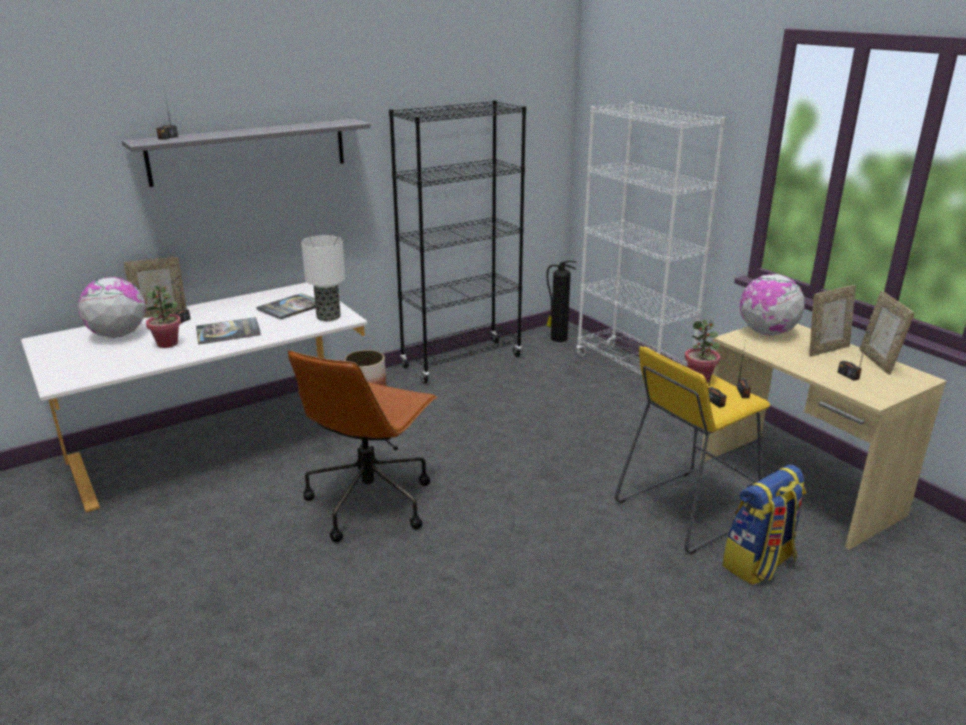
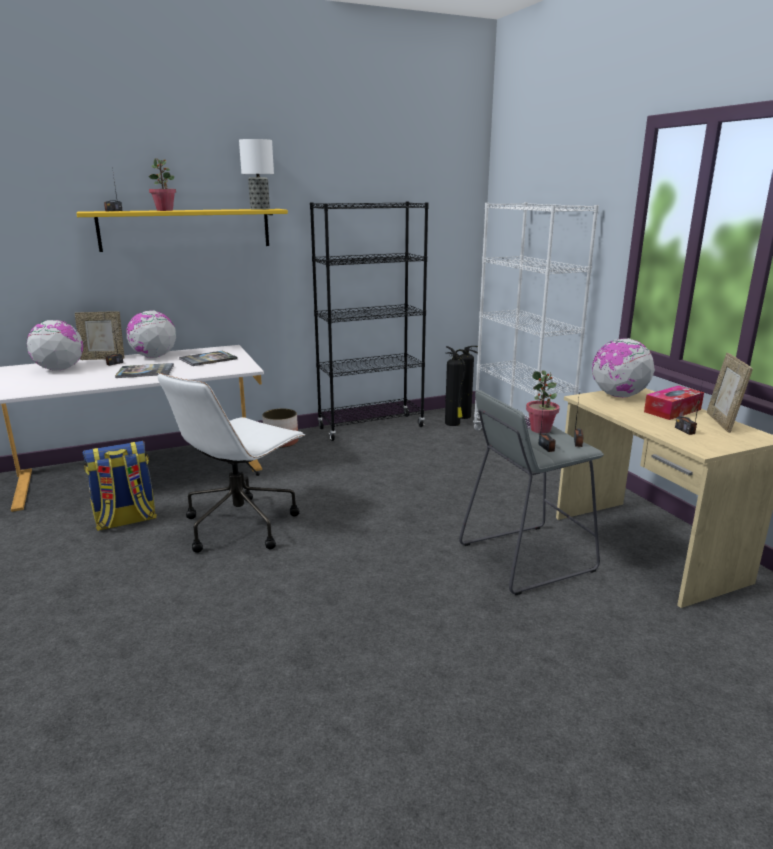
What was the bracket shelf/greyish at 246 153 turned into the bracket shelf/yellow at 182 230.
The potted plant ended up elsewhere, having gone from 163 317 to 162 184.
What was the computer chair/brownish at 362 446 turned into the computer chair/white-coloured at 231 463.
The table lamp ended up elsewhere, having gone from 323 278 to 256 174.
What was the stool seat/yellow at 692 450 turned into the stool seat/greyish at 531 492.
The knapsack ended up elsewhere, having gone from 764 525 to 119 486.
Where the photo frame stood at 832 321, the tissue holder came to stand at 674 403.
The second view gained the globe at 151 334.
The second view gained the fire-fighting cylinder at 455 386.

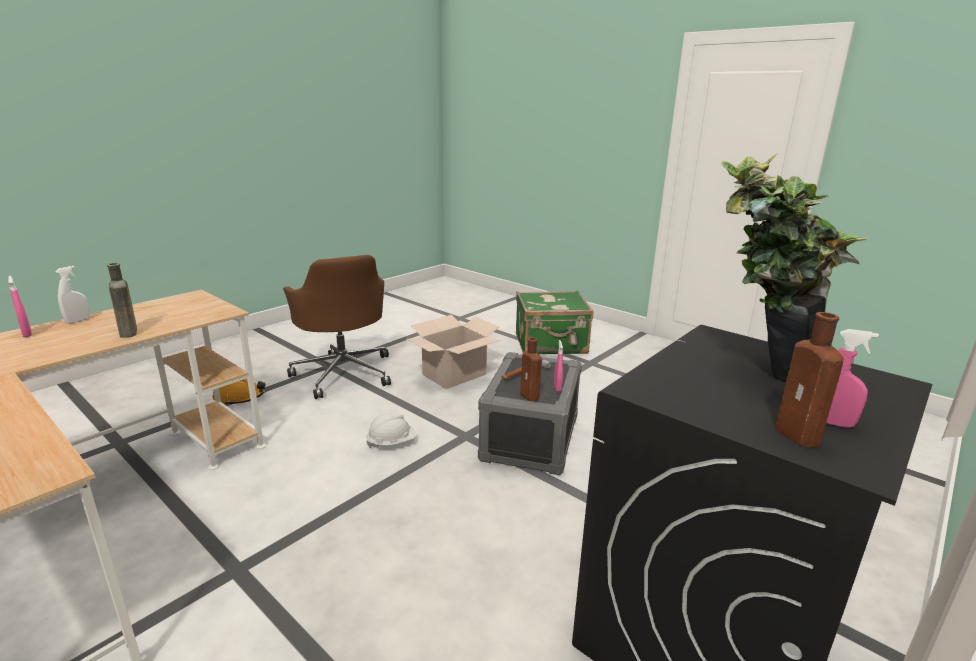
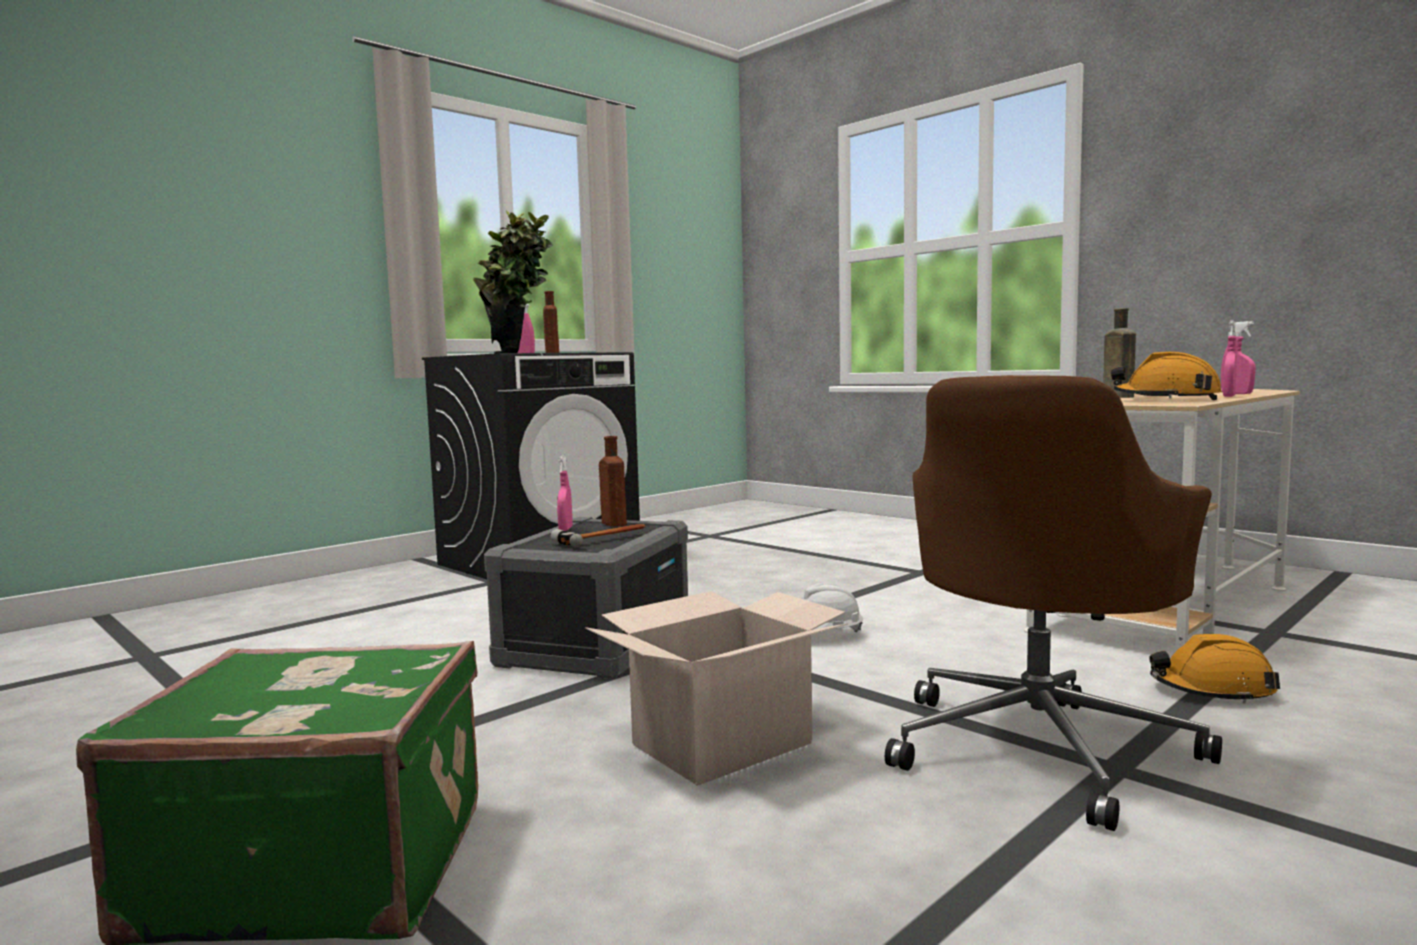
What was the hand sprayer/white-coloured at 72 295 turned into the hand sprayer/pink at 1230 358.
The computer chair/brownish at 337 327 ended up facing another way, 120 degrees counterclockwise from before.
The second view gained the work helmet/orangey at 1166 376.

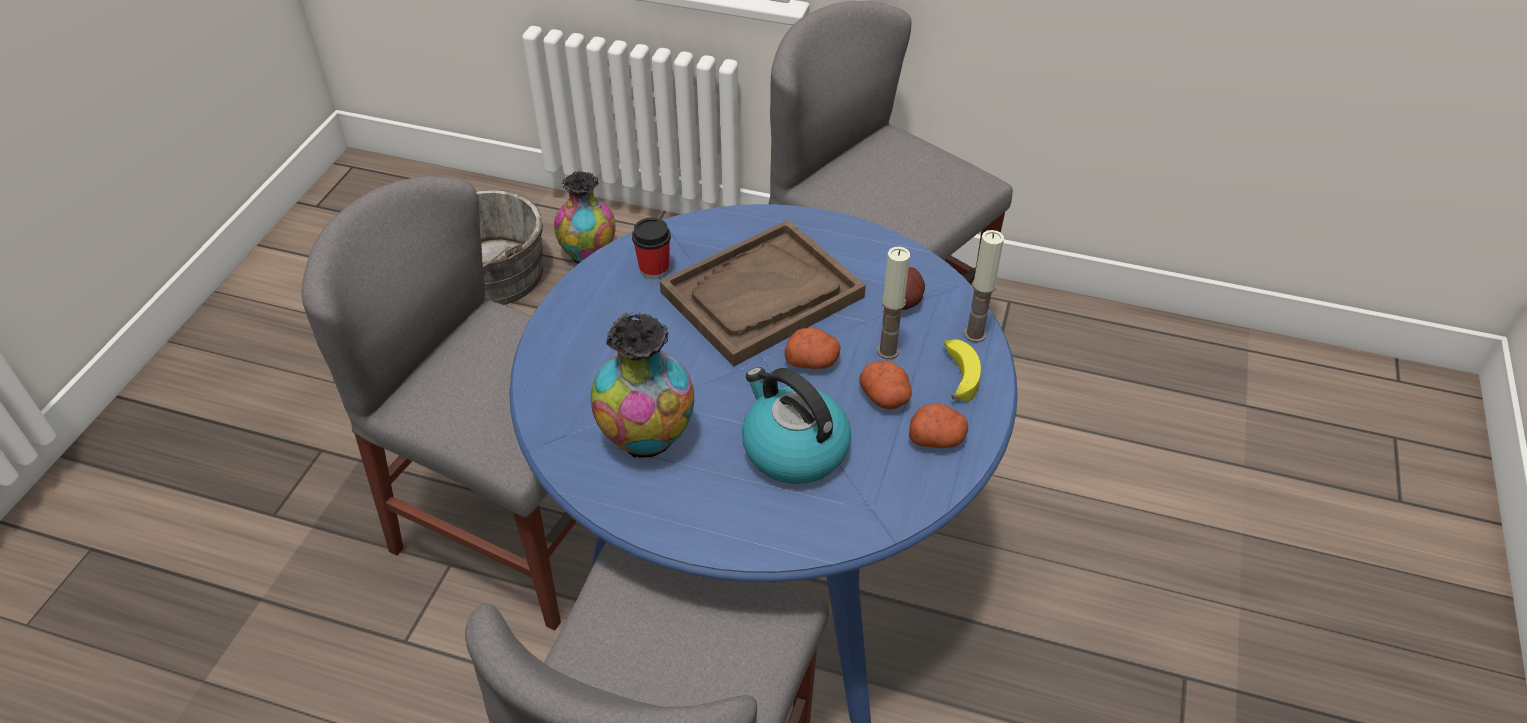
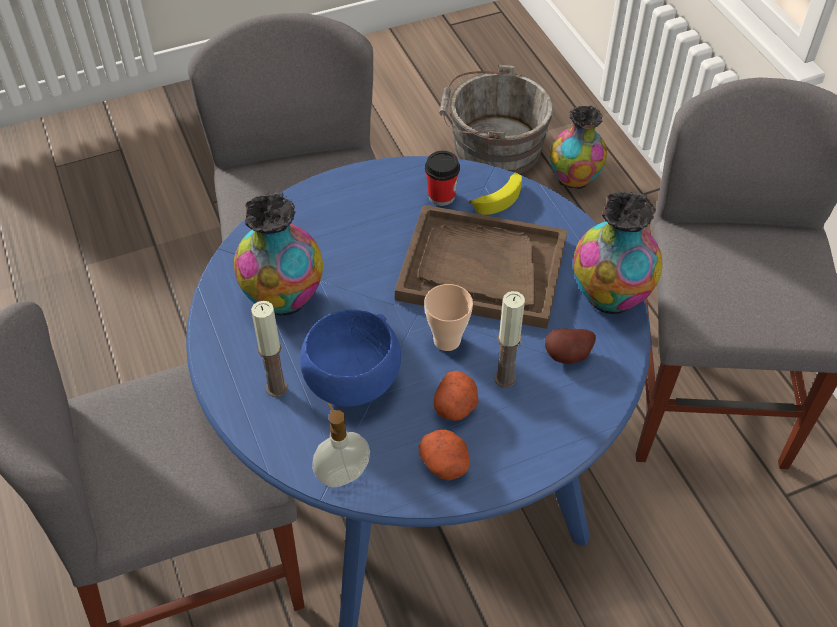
Where the water kettle stood at 796 425, the deep dish/blue came to stand at 350 358.
Where the spud stood at 812 348, the cup came to stand at 448 317.
The whole banana ended up elsewhere, having gone from 962 370 to 495 193.
The wax candle ended up elsewhere, having gone from 984 286 to 269 349.
The second view gained the soap dispenser at 341 445.
The second view gained the decorative vase at 617 253.

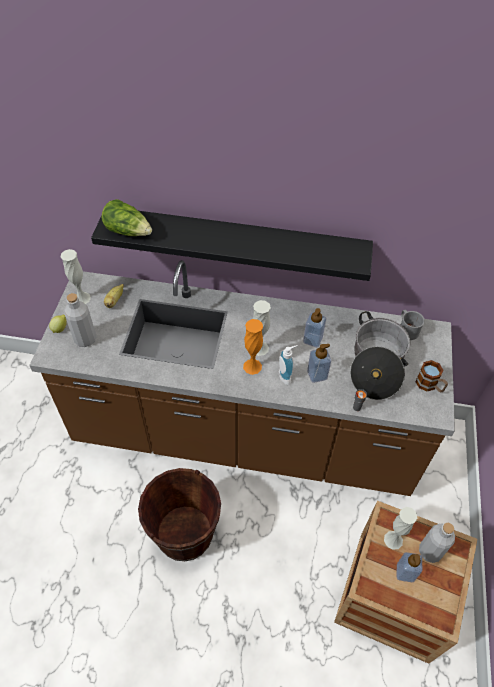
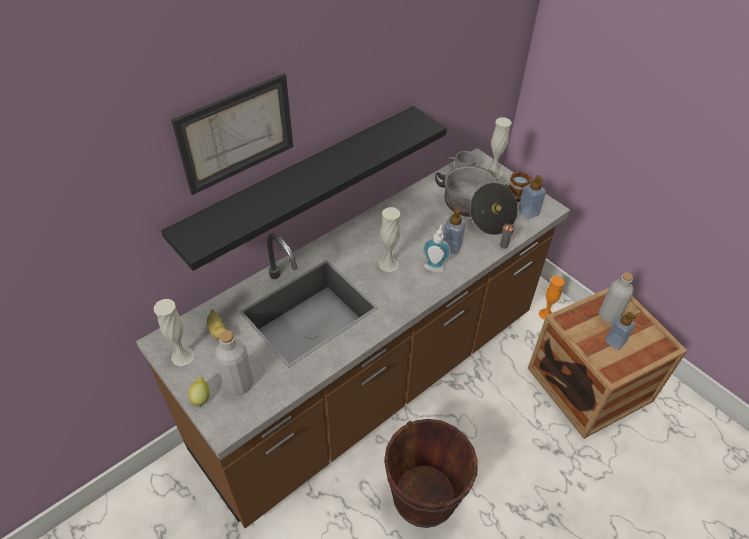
The second view lost the lettuce head at 126 217.
The decorative vase/orangey ended up elsewhere, having gone from 253 347 to 551 298.
The soap dispenser ended up elsewhere, having gone from 314 327 to 532 197.
The decorative vase/white-coloured ended up elsewhere, having gone from 400 528 to 499 147.
The second view gained the wall art at 232 134.

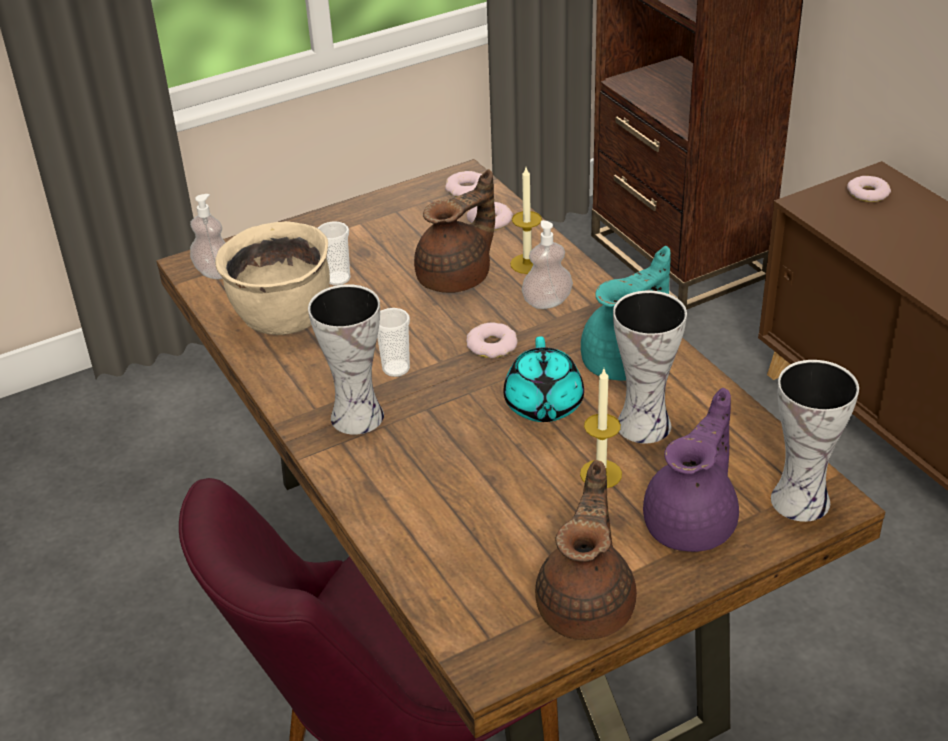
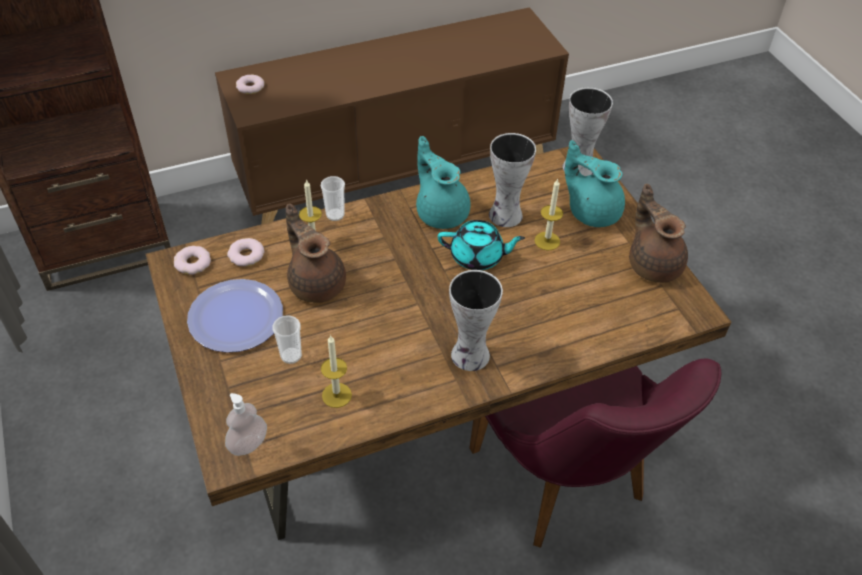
Where the stockpot/beige stood at 272 278, the wax candle came to stand at 336 371.
The cup ended up elsewhere, having gone from 393 342 to 333 198.
The second view lost the ring doughnut at 492 340.
The second view lost the soap dispenser at 547 264.
The teapot/brownish at 586 550 ended up facing another way, 45 degrees clockwise from before.
What was the teapot/purple at 691 470 turned into the teapot/turquoise-coloured at 595 183.
The second view gained the dinner plate at 235 316.

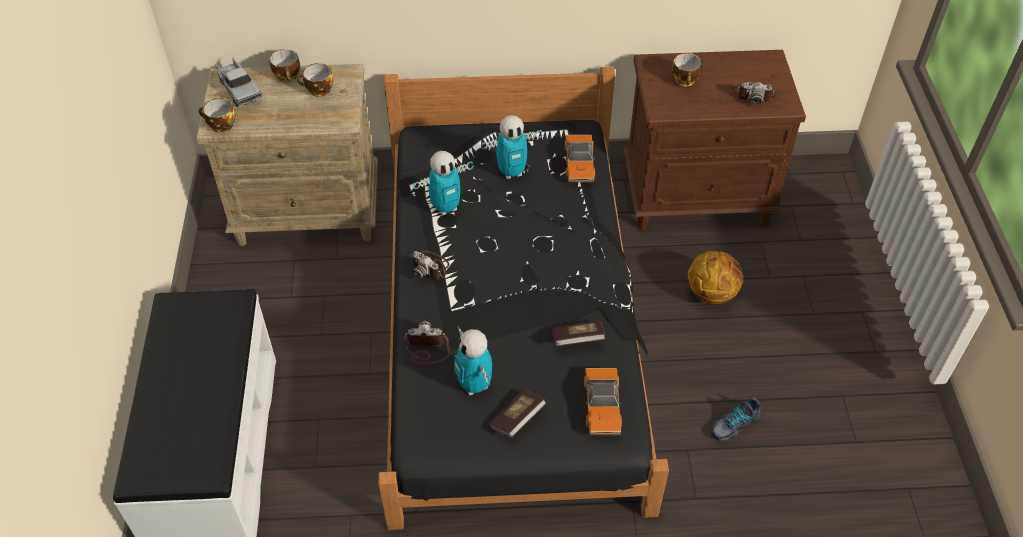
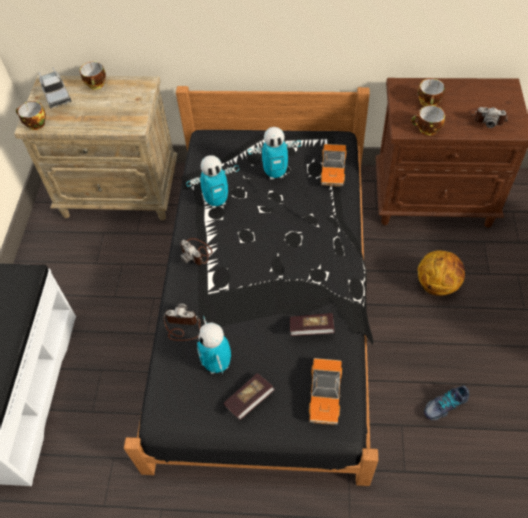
The cup ended up elsewhere, having gone from 315 80 to 428 120.

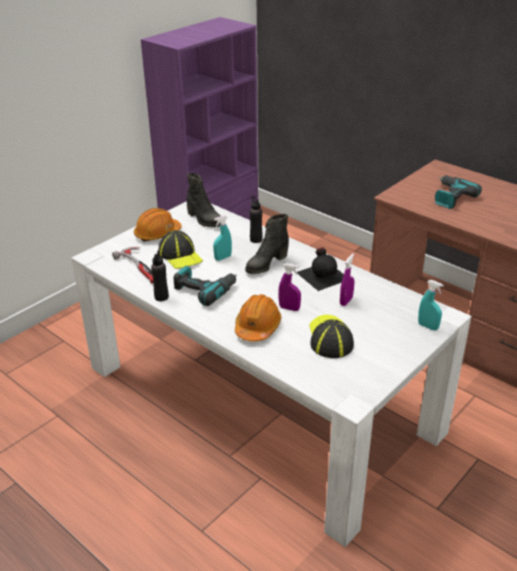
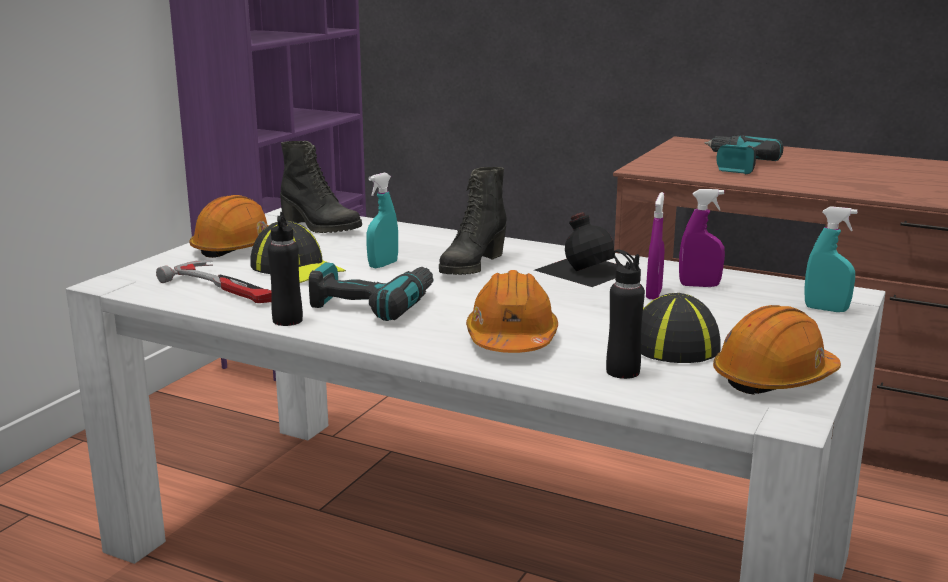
The beverage bottle/blackish ended up elsewhere, having gone from 256 219 to 625 314.
The hand sprayer/purple ended up elsewhere, having gone from 289 287 to 702 238.
The second view gained the work helmet/orangey at 777 350.

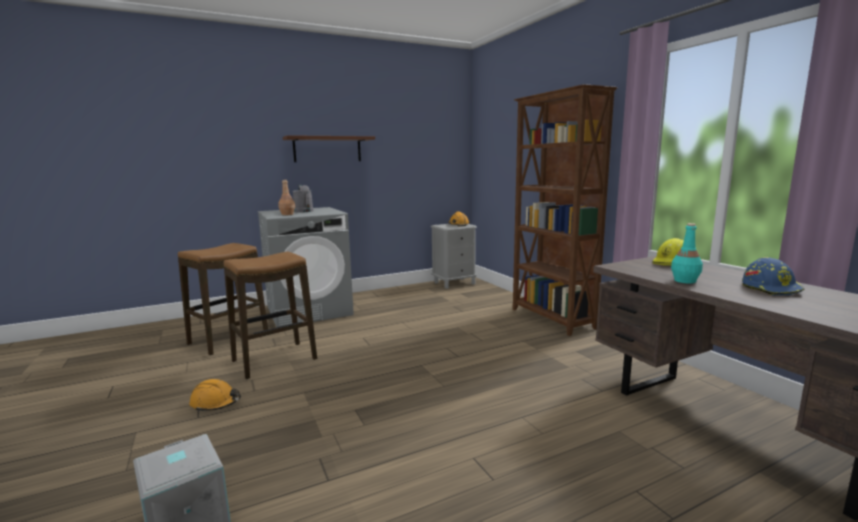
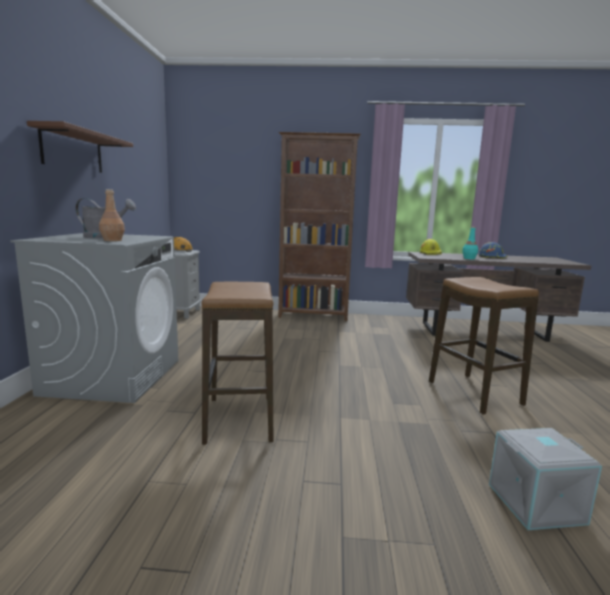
The stool seat ended up elsewhere, having gone from 223 299 to 484 346.
The second view lost the work helmet/orangey at 215 395.

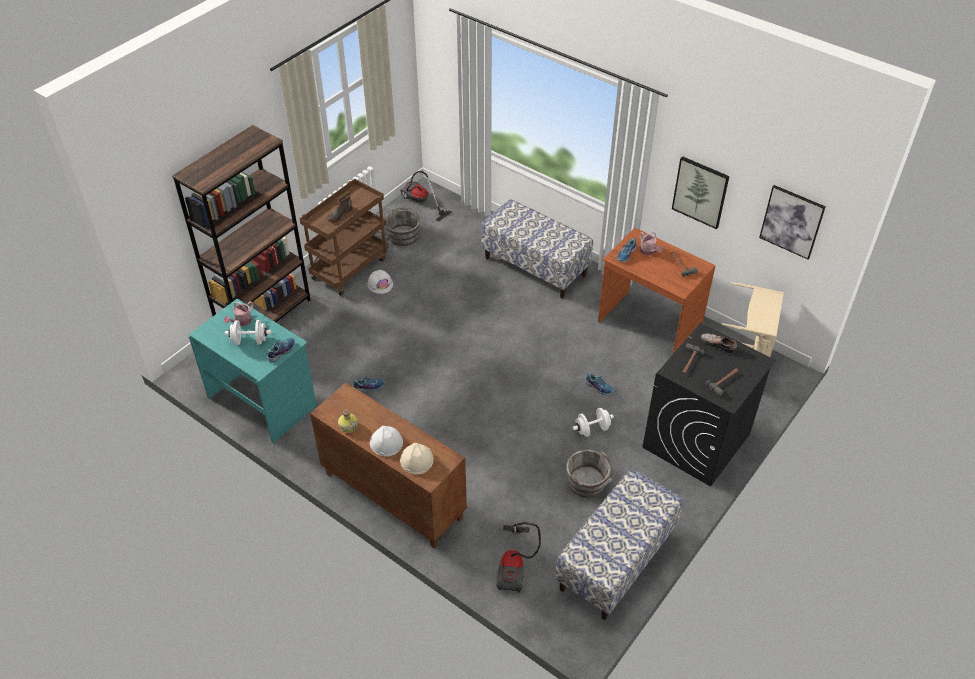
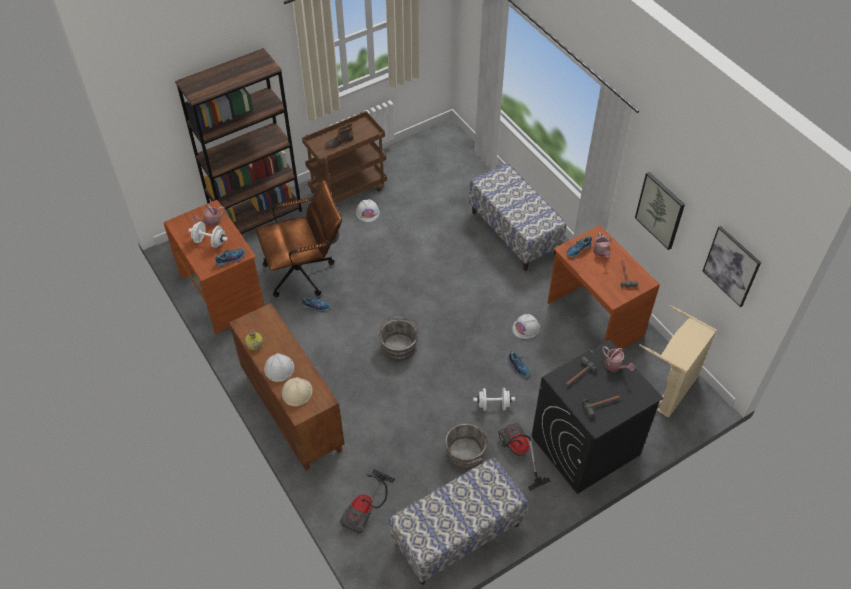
What was the desk/turquoise-coloured at 253 371 turned into the desk/brownish at 214 267.
The bucket/greyish ended up elsewhere, having gone from 402 226 to 398 338.
The hoover ended up elsewhere, having gone from 426 196 to 524 457.
Where the low shoe stood at 719 343, the watering can came to stand at 618 358.
The second view gained the computer chair/brownish at 299 239.
The second view gained the work helmet/white-coloured at 526 326.

